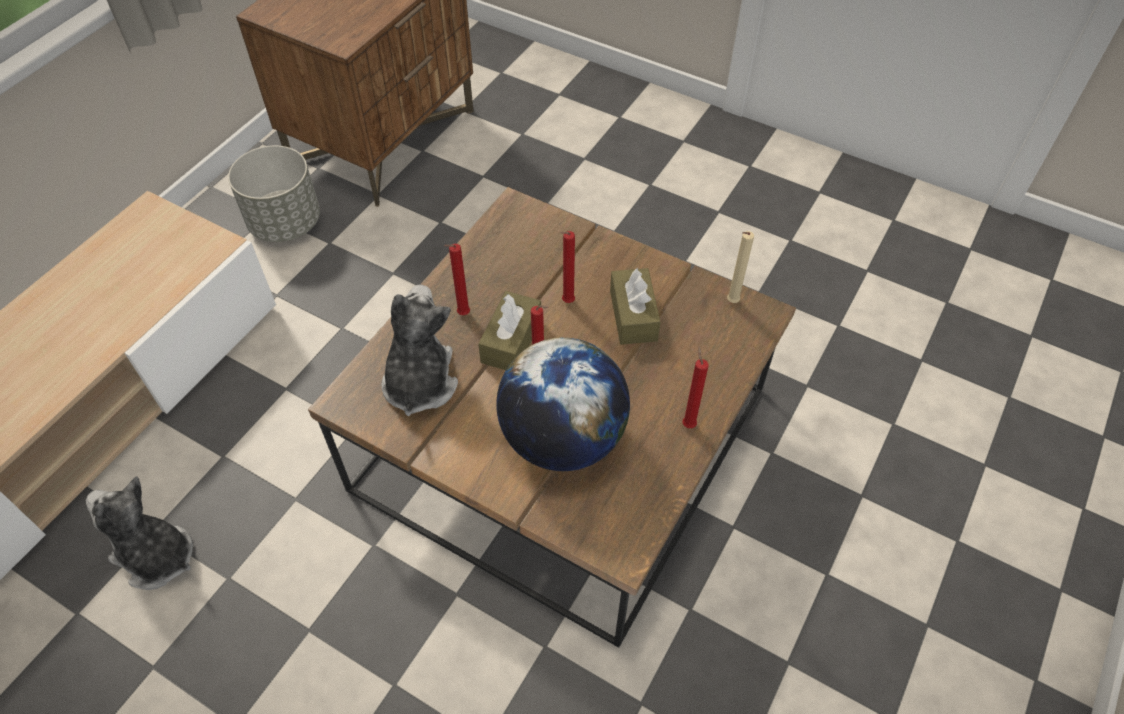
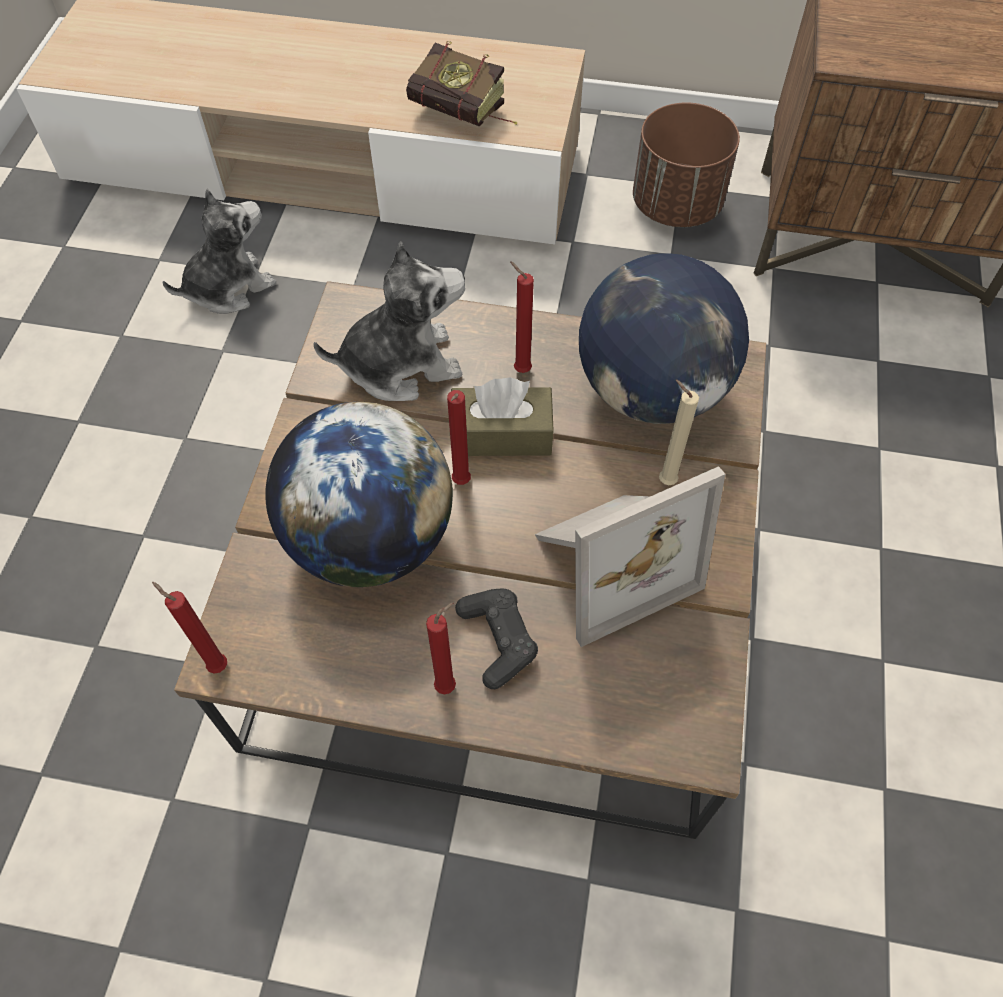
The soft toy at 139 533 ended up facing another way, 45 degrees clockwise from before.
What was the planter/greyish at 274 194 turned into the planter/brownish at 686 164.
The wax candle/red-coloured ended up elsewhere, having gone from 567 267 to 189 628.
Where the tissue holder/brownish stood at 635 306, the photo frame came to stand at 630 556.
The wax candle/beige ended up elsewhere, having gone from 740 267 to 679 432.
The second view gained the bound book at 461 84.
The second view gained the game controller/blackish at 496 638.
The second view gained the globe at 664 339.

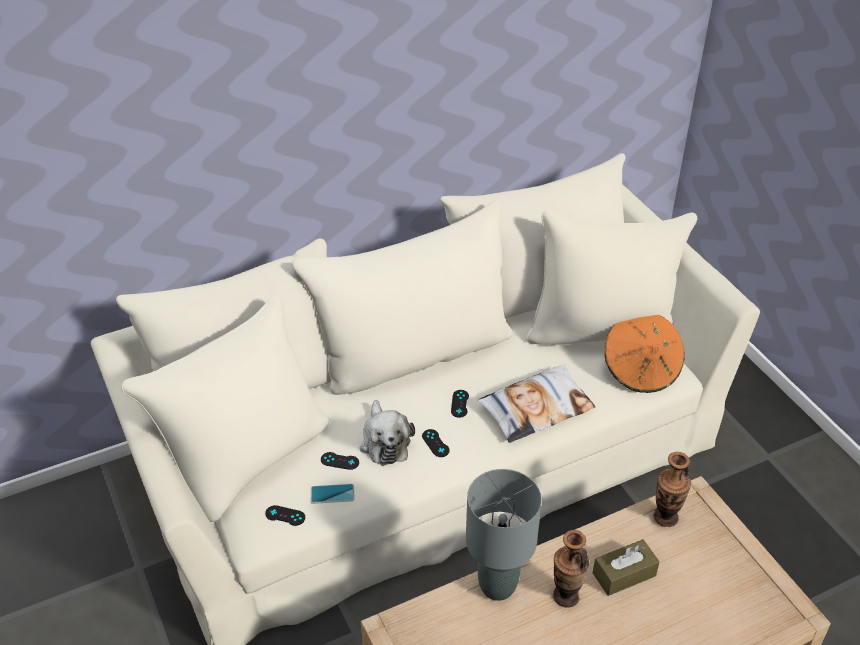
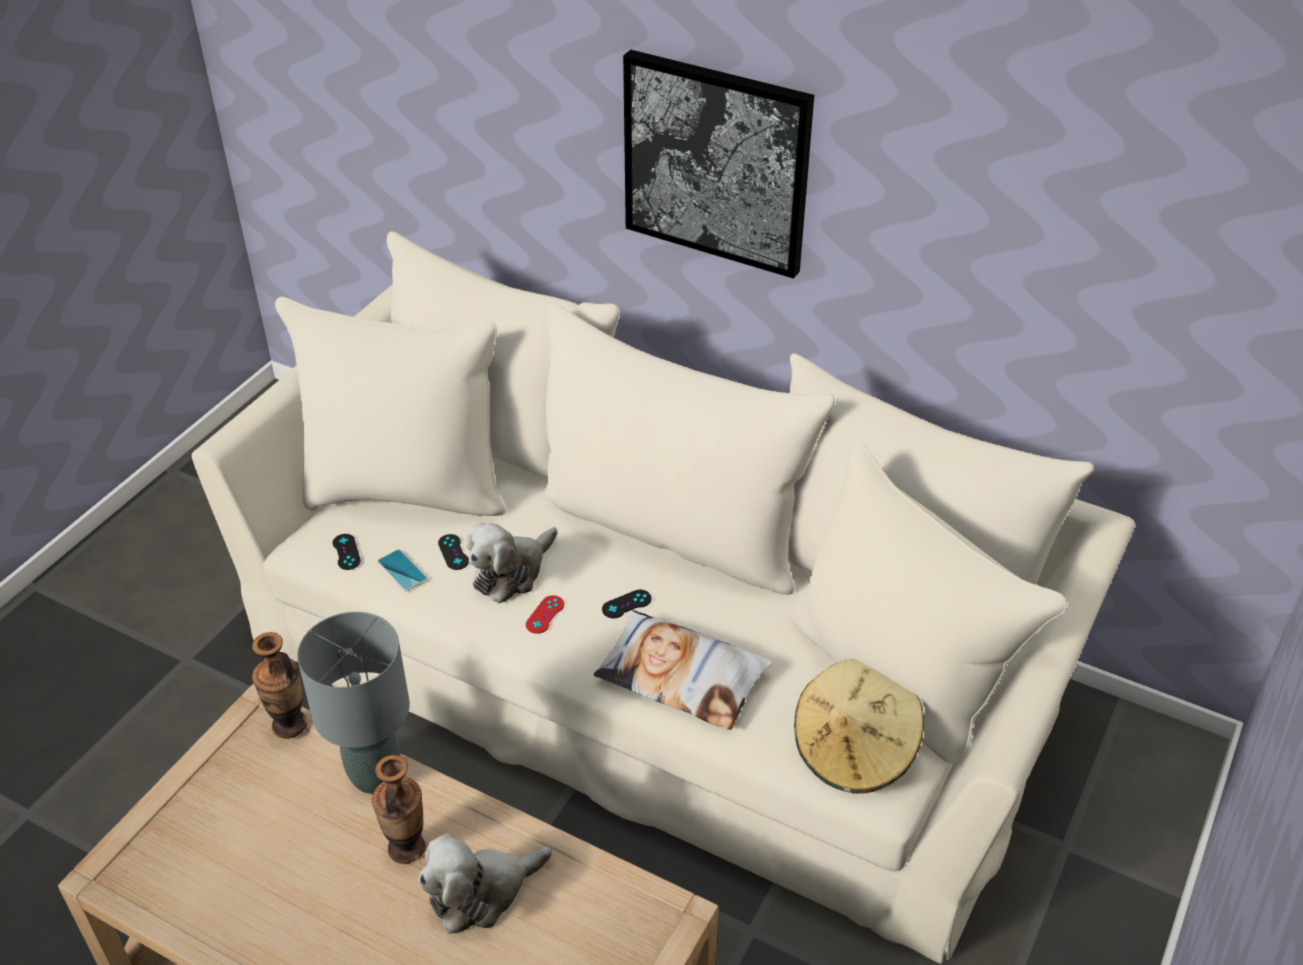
What was the game controller/blackish at 436 443 turned into the game controller/red-coloured at 545 614.
Where the tissue holder/brownish stood at 626 567, the soft toy came to stand at 485 883.
What was the wearable hat/orangey at 644 354 turned into the wearable hat/beige at 859 726.
The decorative vase ended up elsewhere, having gone from 672 489 to 279 685.
The second view gained the wall art at 718 164.

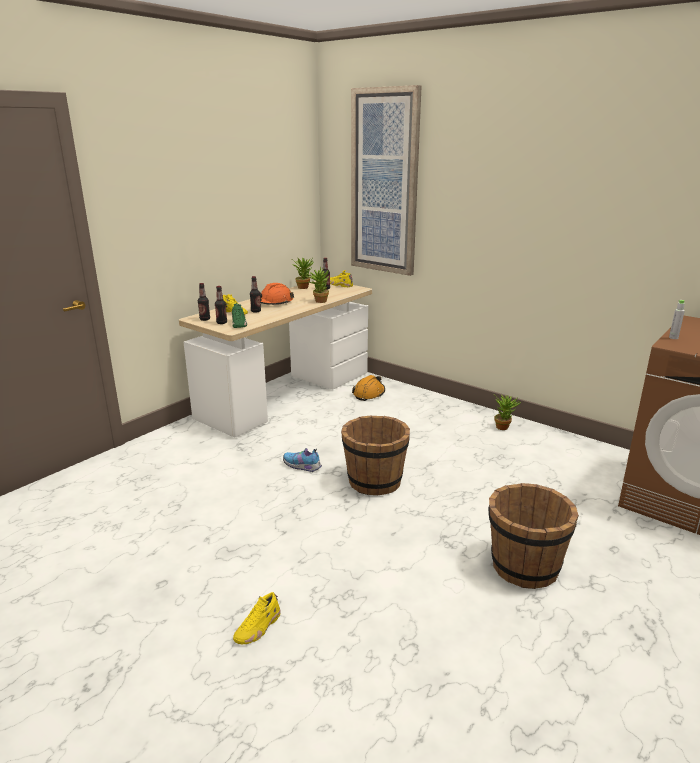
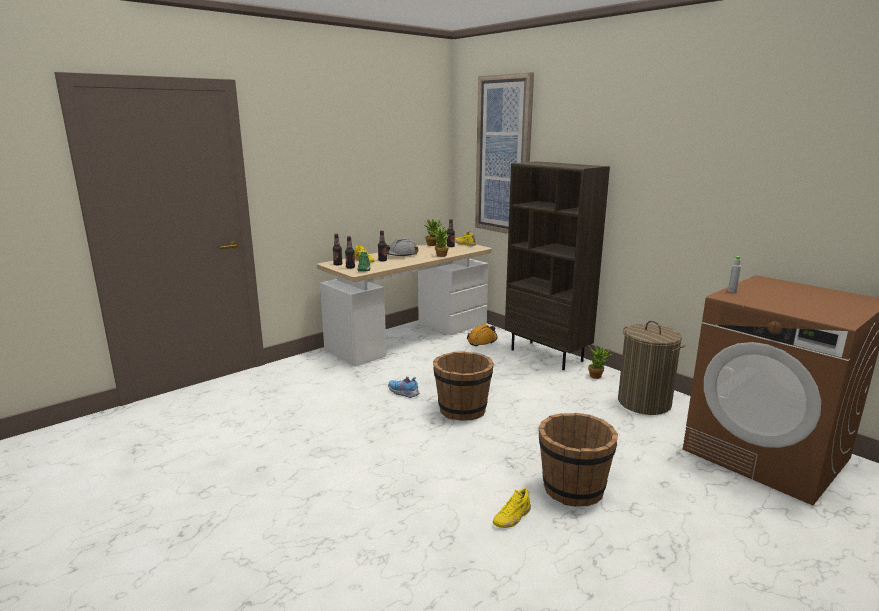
The low shoe/yellow ended up elsewhere, having gone from 257 618 to 512 508.
What was the work helmet/orangey at 277 294 turned into the work helmet/greyish at 402 247.
The second view gained the bookcase/brownish at 557 265.
The second view gained the hamper at 651 368.

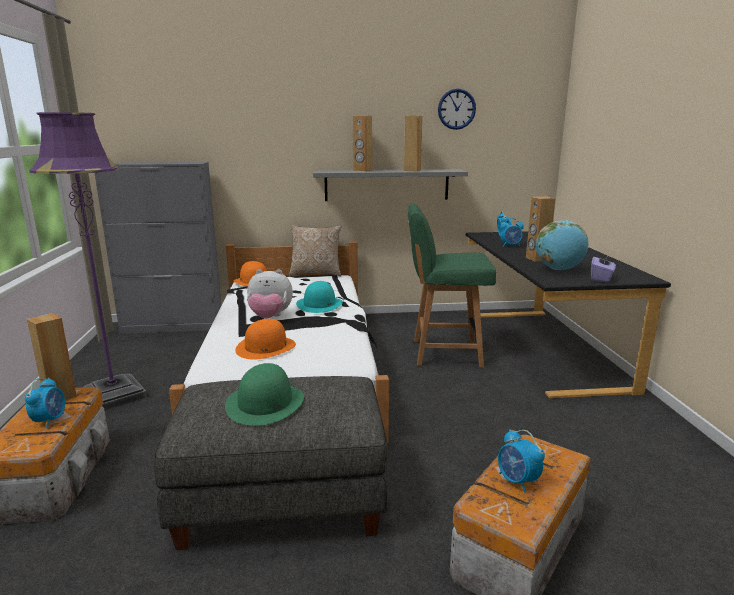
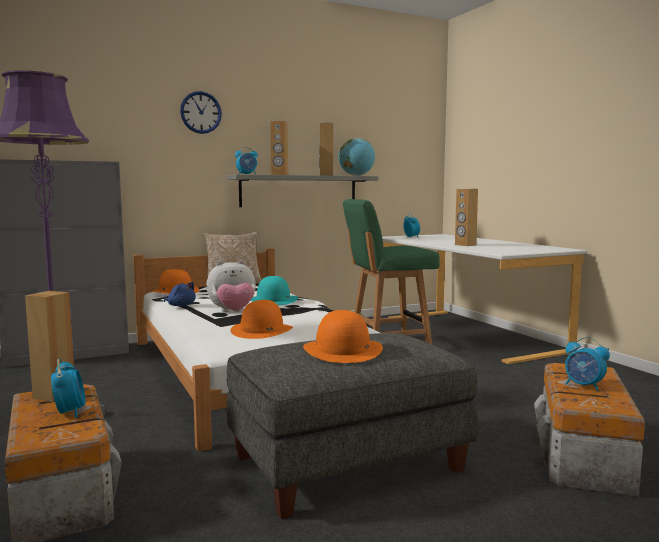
What was the wearable hat/green-coloured at 264 394 turned into the wearable hat/orangey at 343 336.
The hanging clock ended up elsewhere, having gone from 457 109 to 201 112.
What was the desk/blackish at 568 314 turned into the desk/white-coloured at 484 299.
The table clock ended up elsewhere, having gone from 512 232 to 246 161.
The globe ended up elsewhere, having gone from 562 245 to 356 157.
The second view lost the tissue holder/purple at 603 268.
The second view gained the soft toy/blue at 180 294.

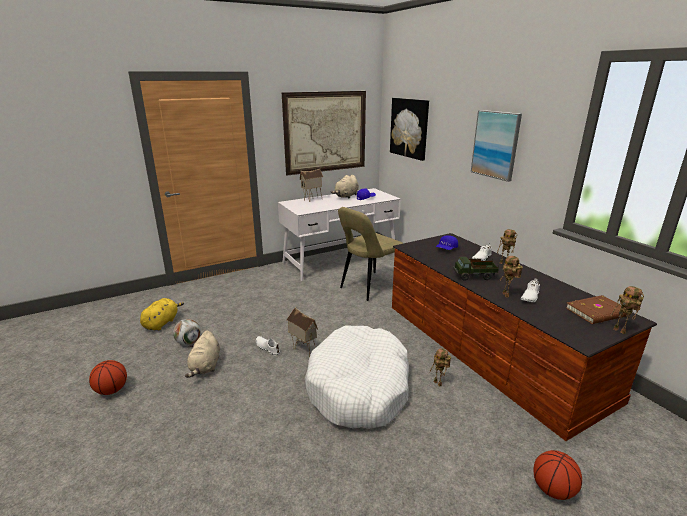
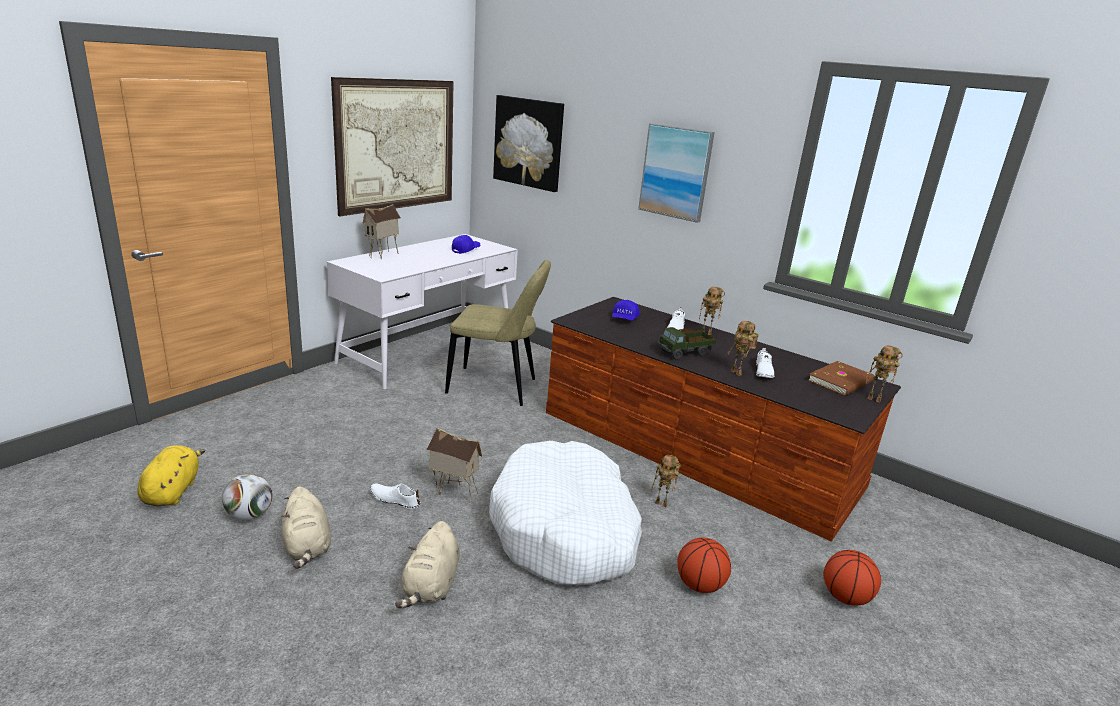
The basketball ball ended up elsewhere, having gone from 108 377 to 704 565.
The soft toy/beige ended up elsewhere, having gone from 345 186 to 427 564.
The plain chair/beige at 370 254 ended up facing another way, 105 degrees counterclockwise from before.

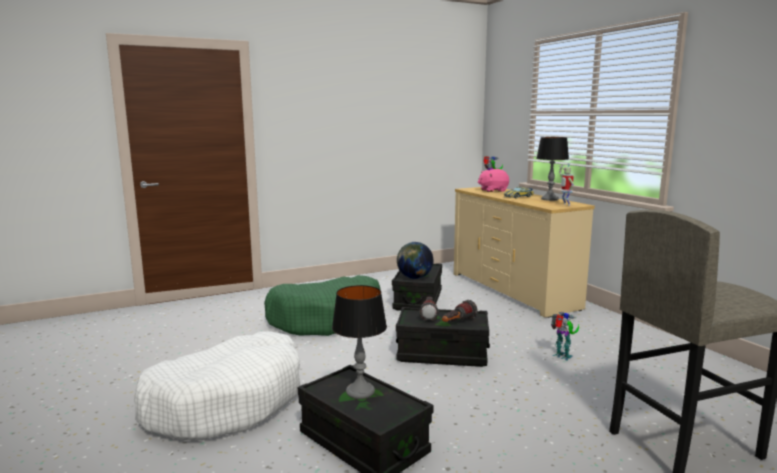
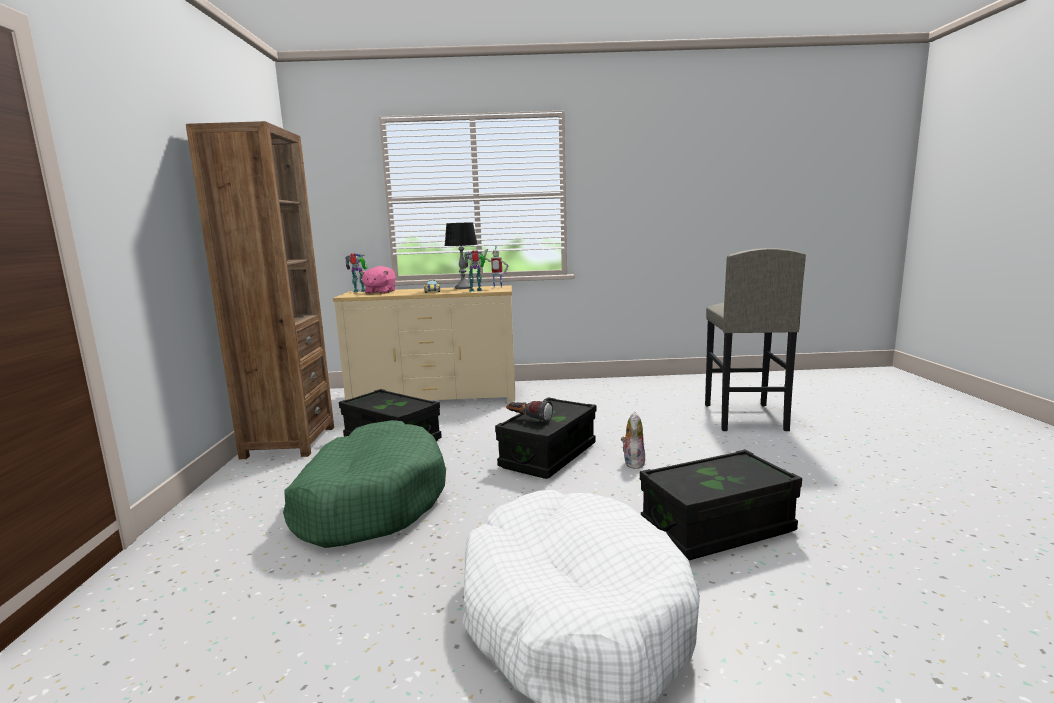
The second view lost the table lamp at 359 342.
The second view lost the globe at 415 260.
The second view lost the hand torch at 460 311.
The model robot ended up elsewhere, having gone from 565 336 to 474 271.
The second view gained the bookcase/brownish at 260 290.
The second view gained the soft toy at 633 440.

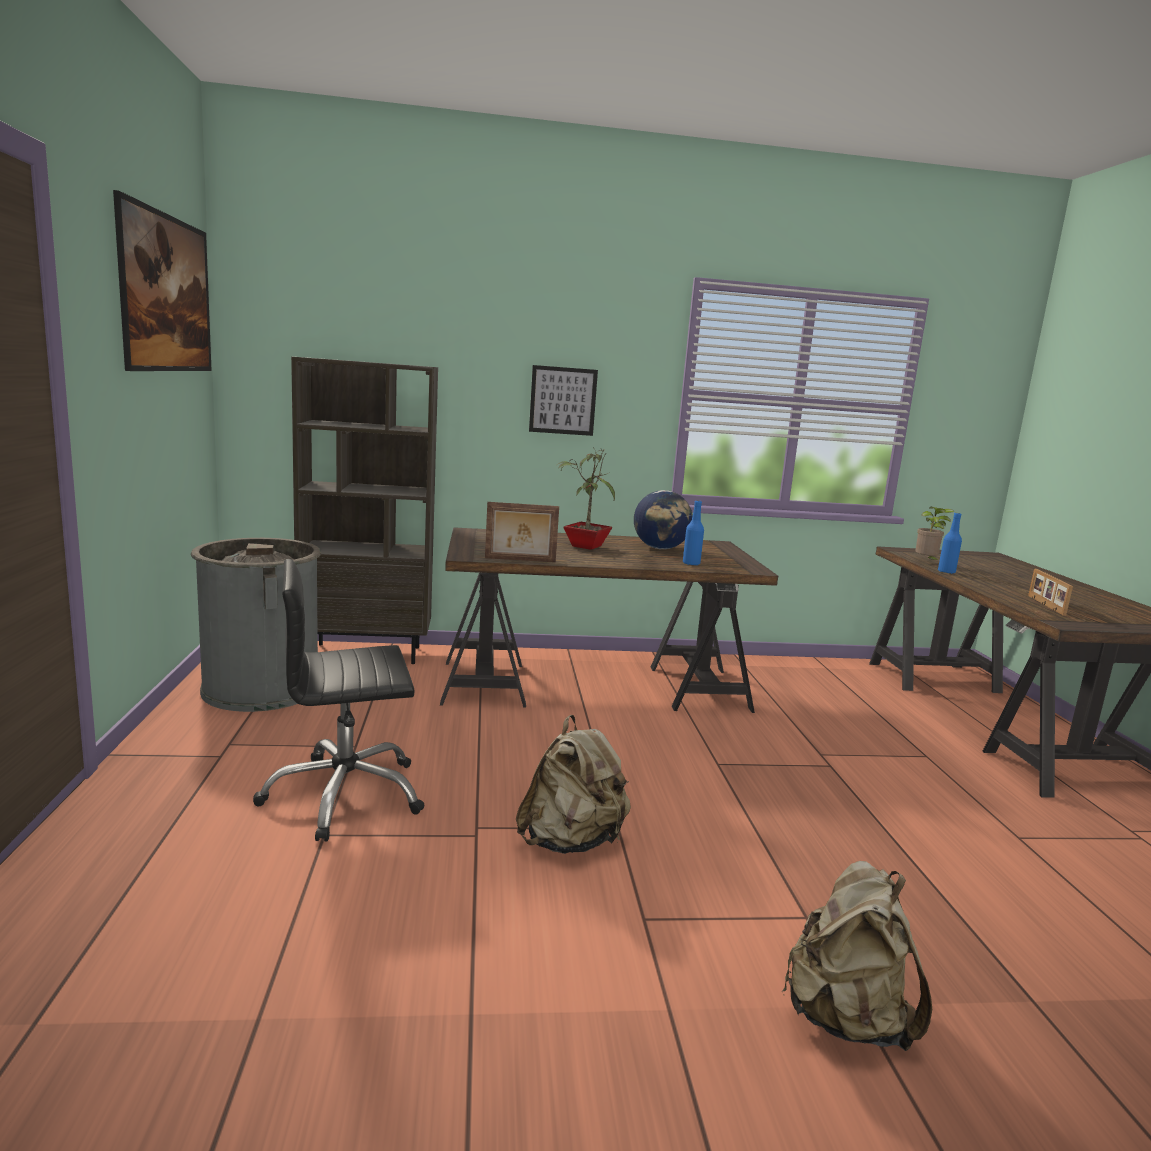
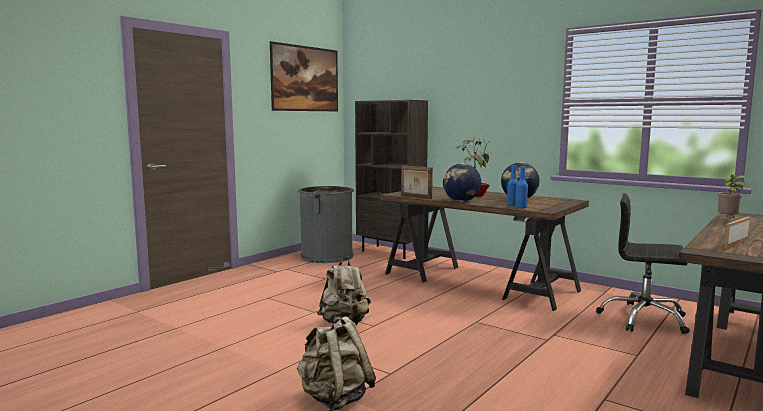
The computer chair/blackish ended up elsewhere, having gone from 339 700 to 643 263.
The second view lost the wall art at 563 400.
The beverage bottle/blue ended up elsewhere, having gone from 950 543 to 521 187.
The second view gained the globe at 462 182.

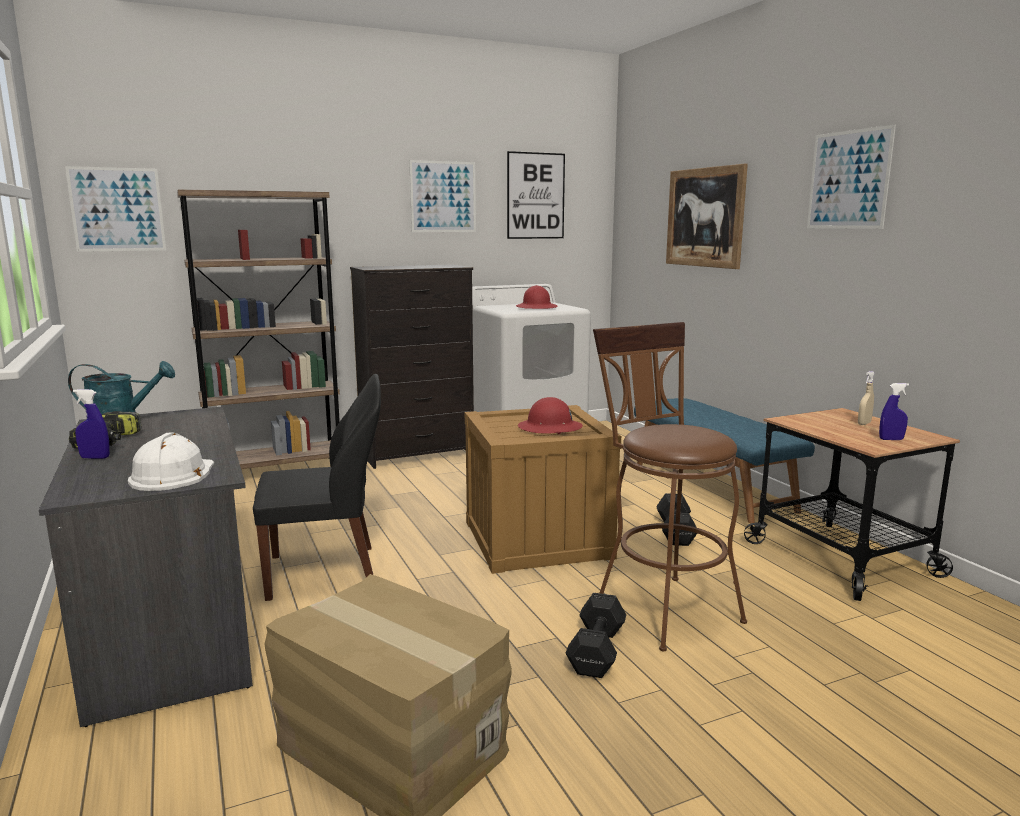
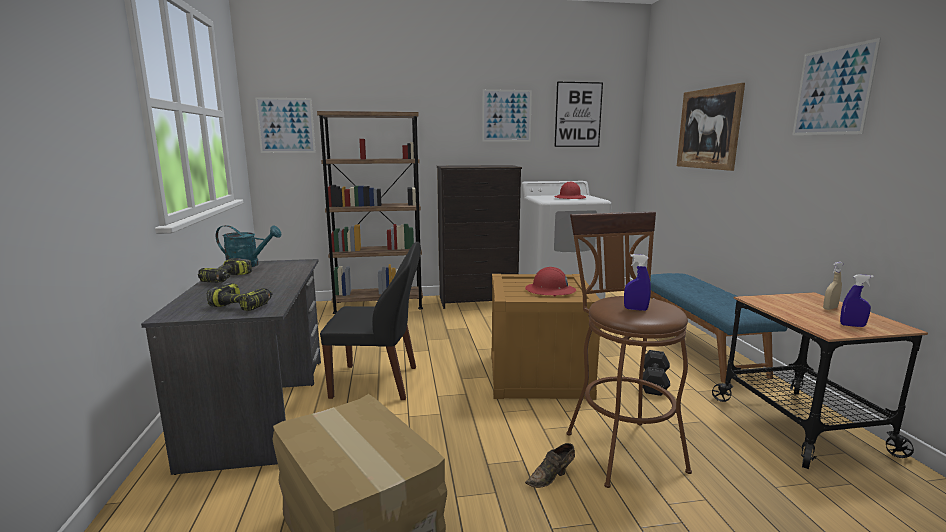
The hand sprayer/blue ended up elsewhere, having gone from 91 424 to 637 282.
Where the work helmet/white-coloured stood at 171 462, the drill came to stand at 239 297.
Where the hand weight/blackish stood at 596 635, the low shoe/brownish came to stand at 550 465.

